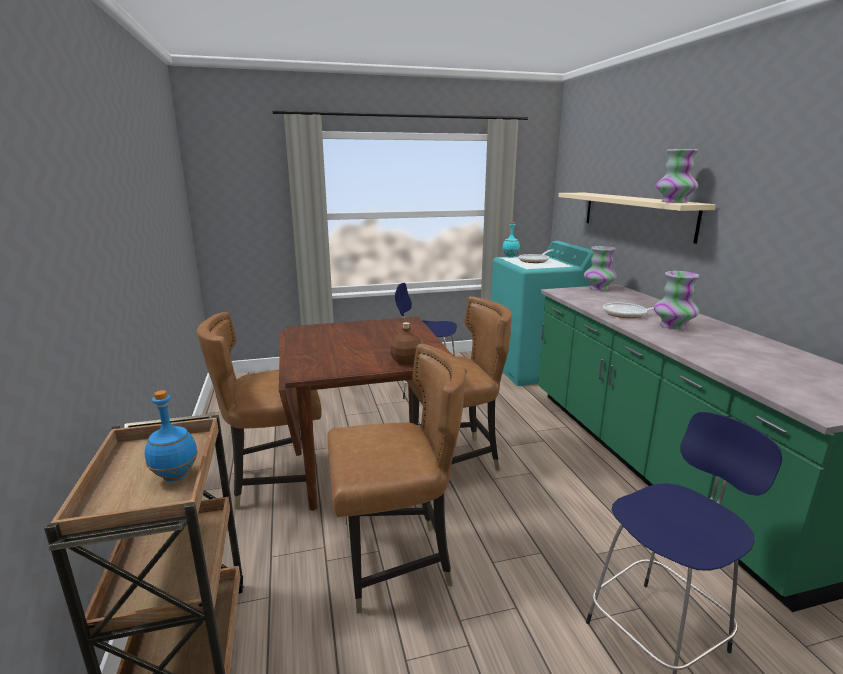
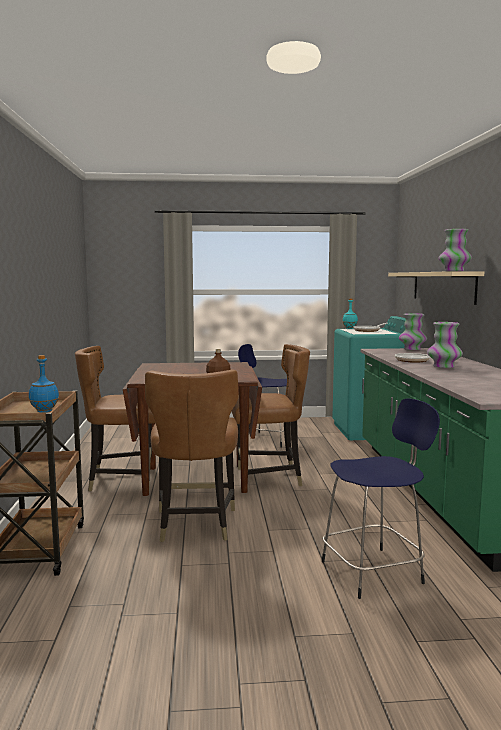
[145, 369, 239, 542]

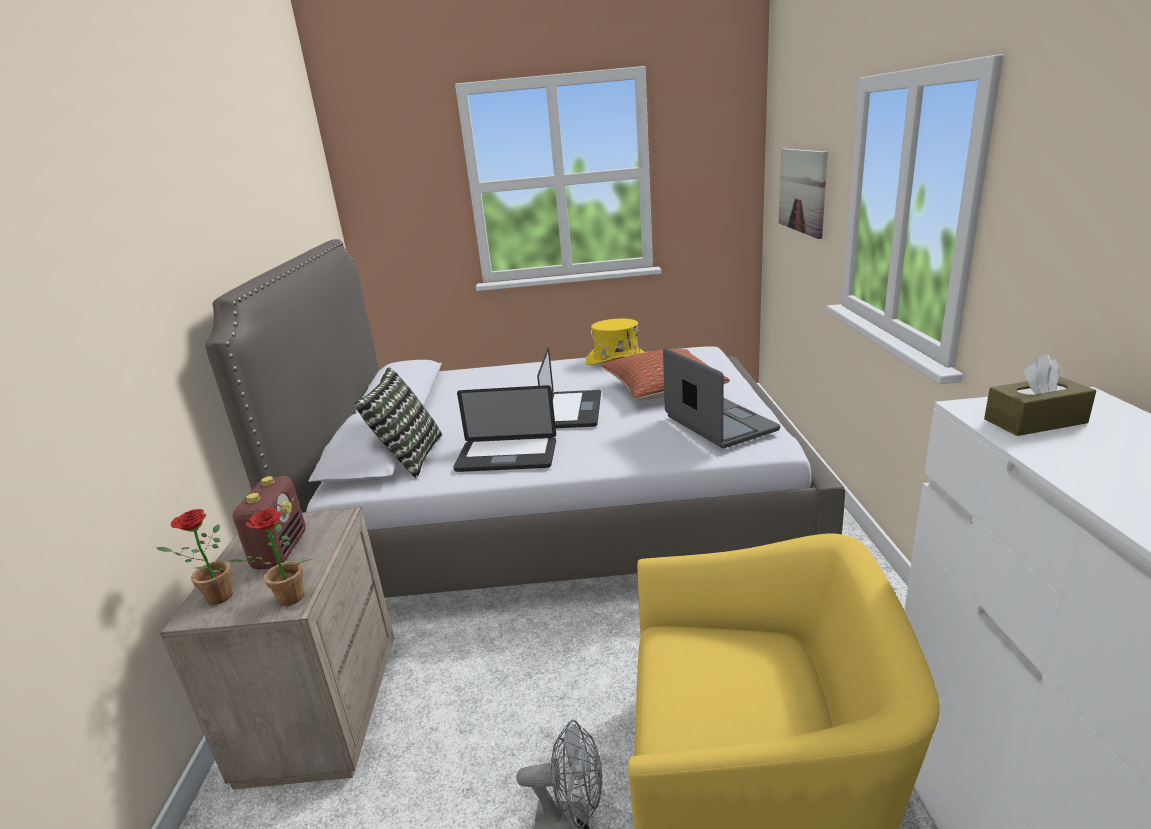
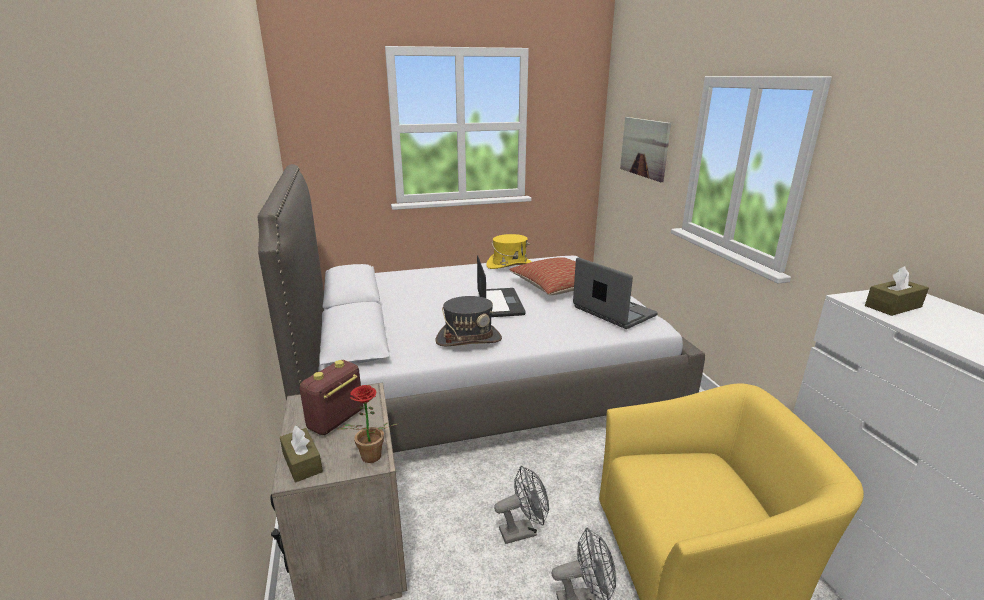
[280, 426, 323, 483]
[299, 360, 363, 435]
[435, 296, 502, 346]
[494, 466, 549, 544]
[354, 368, 442, 478] (first image)

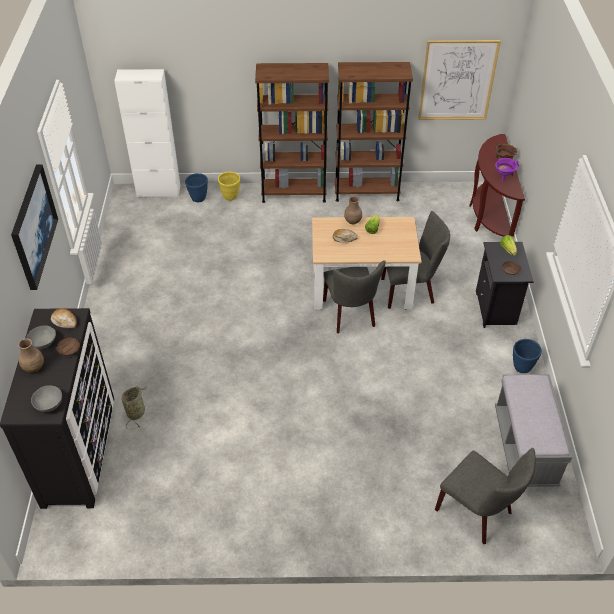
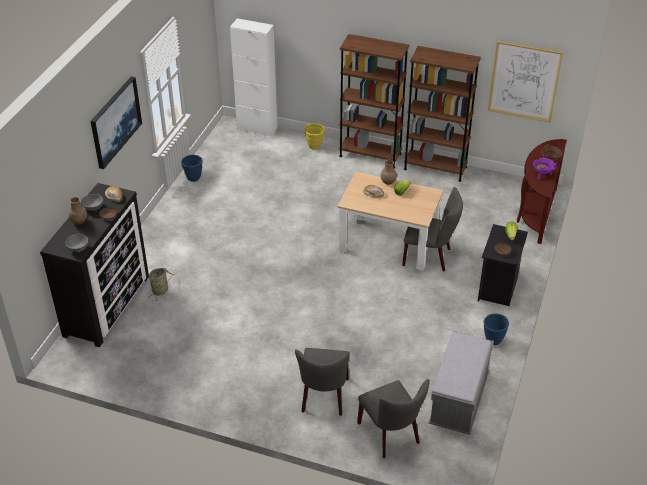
[181, 155, 203, 182]
[295, 348, 350, 416]

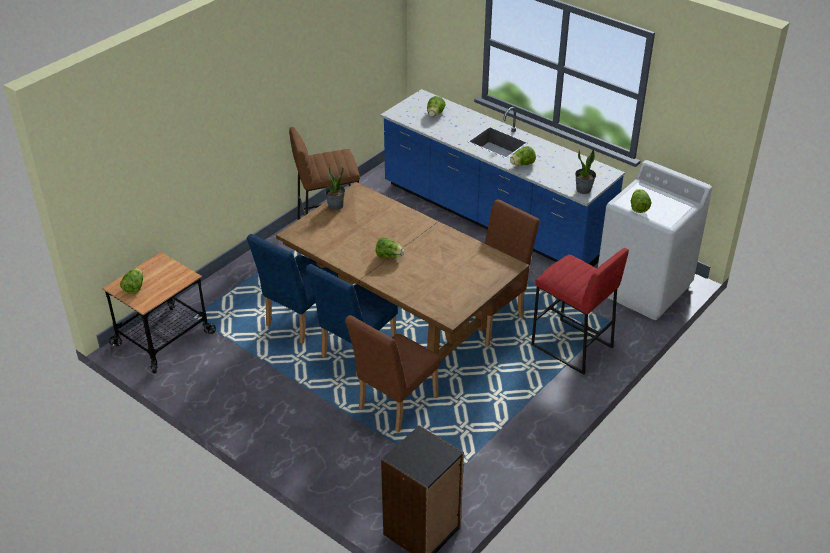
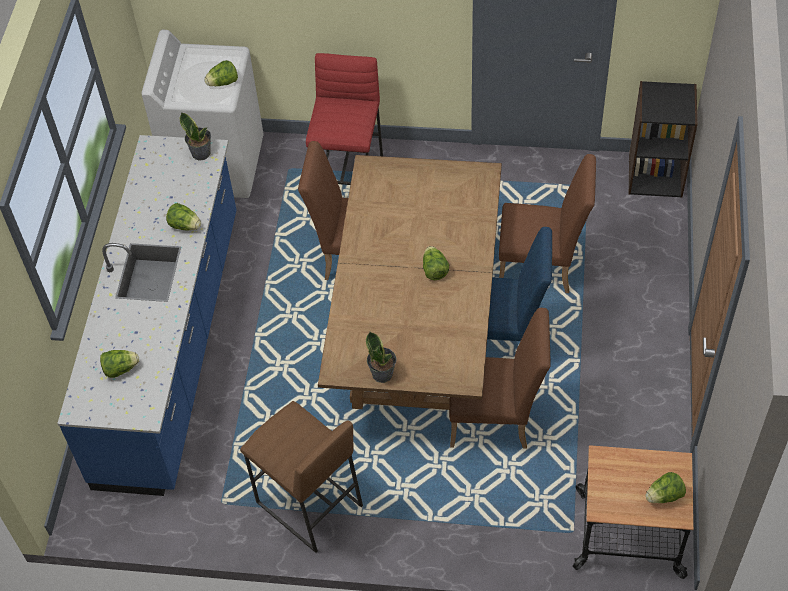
[449, 308, 551, 449]

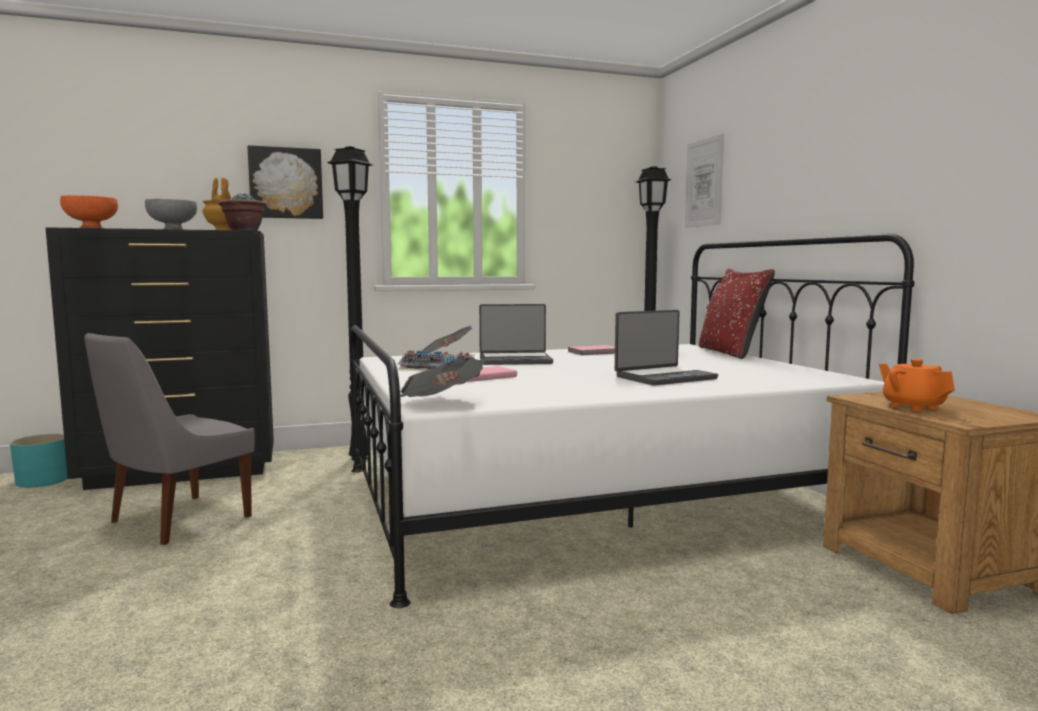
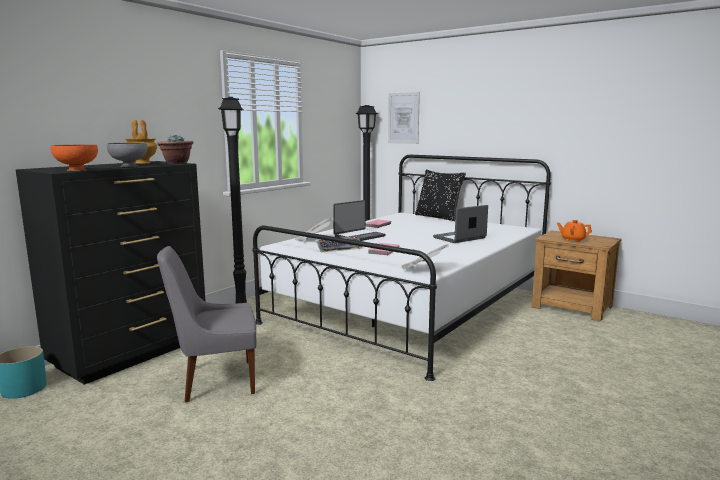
[157, 246, 257, 402]
[415, 170, 466, 221]
[433, 205, 488, 243]
[247, 145, 323, 219] (first image)

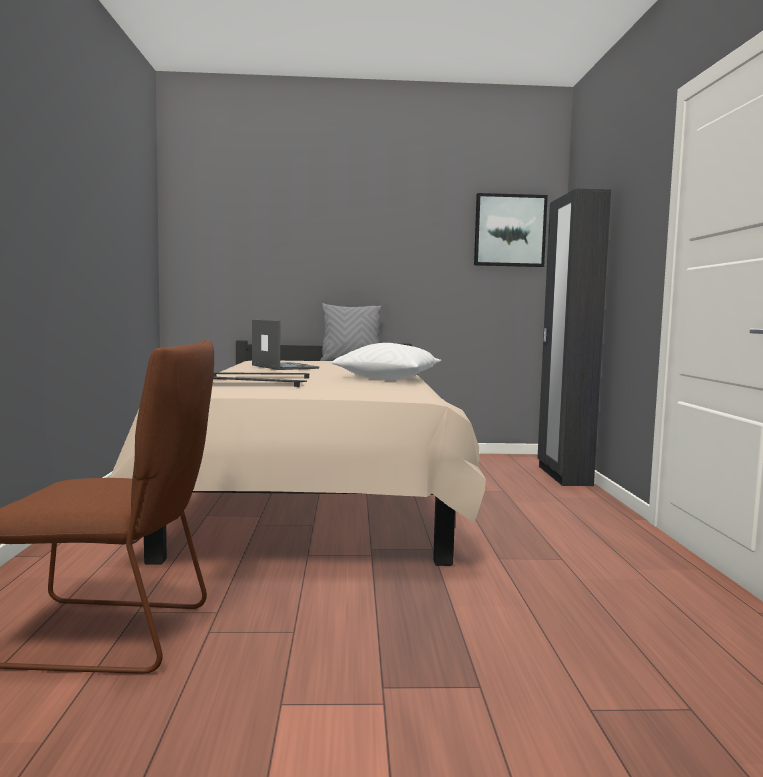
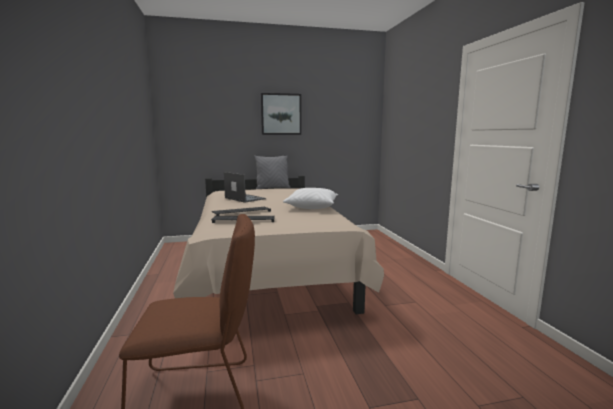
[261, 93, 301, 135]
[538, 189, 611, 486] (first image)

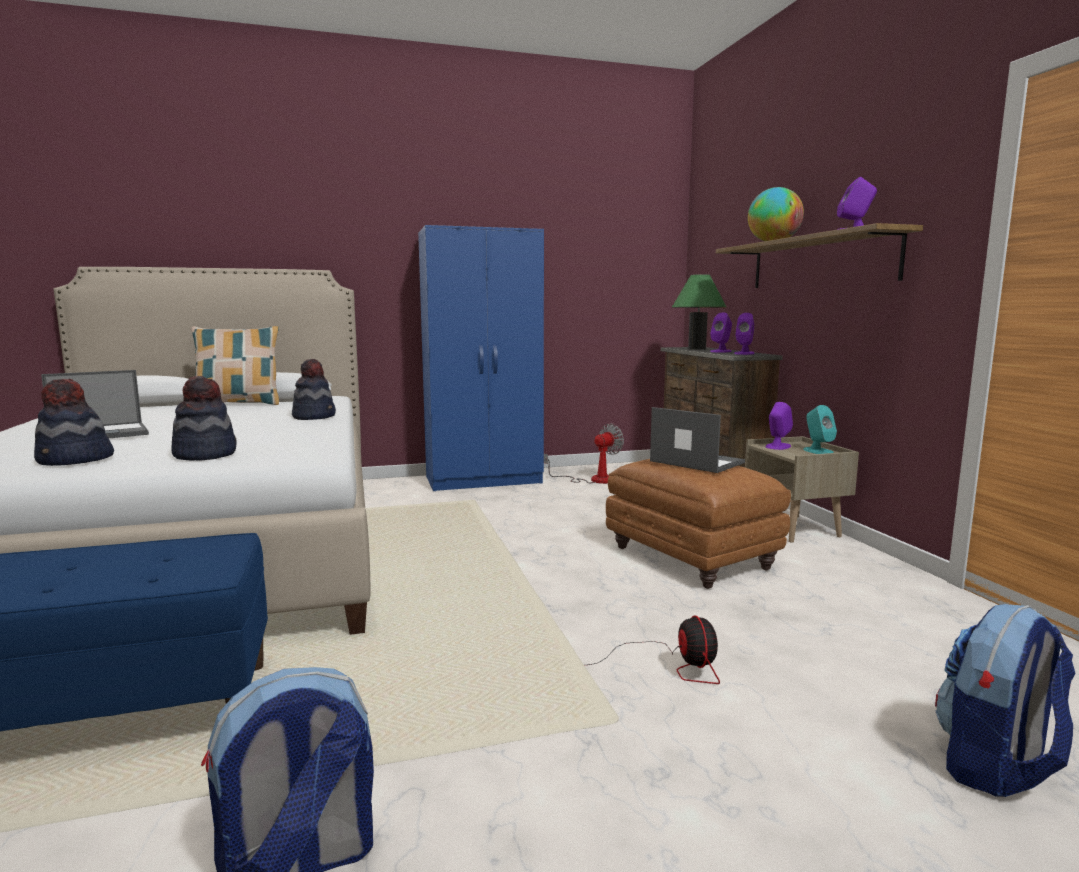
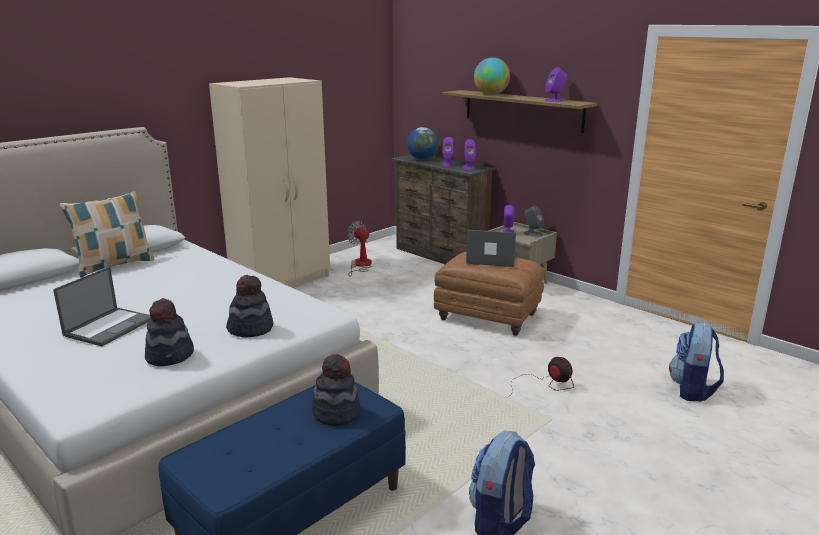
[209, 77, 330, 288]
[312, 354, 360, 426]
[347, 221, 372, 277]
[407, 127, 439, 160]
[524, 205, 544, 237]

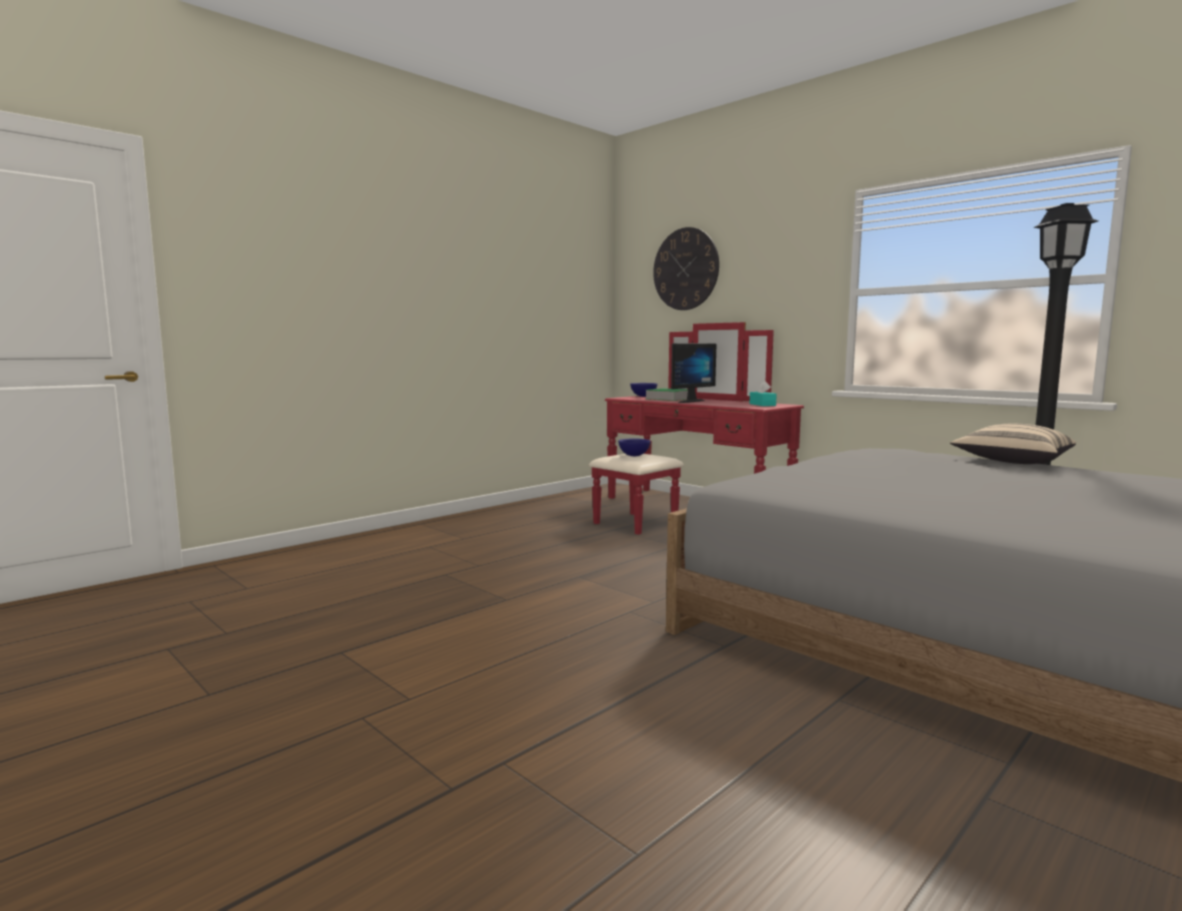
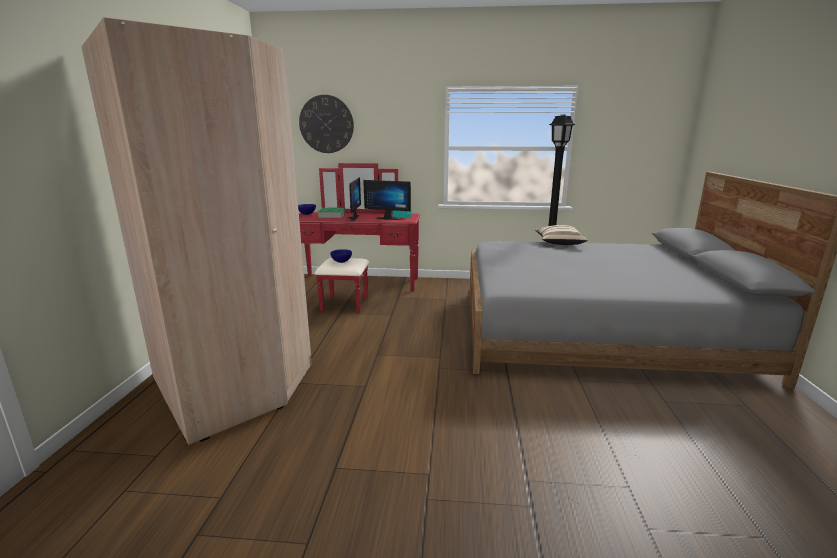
[81, 17, 312, 445]
[363, 180, 411, 220]

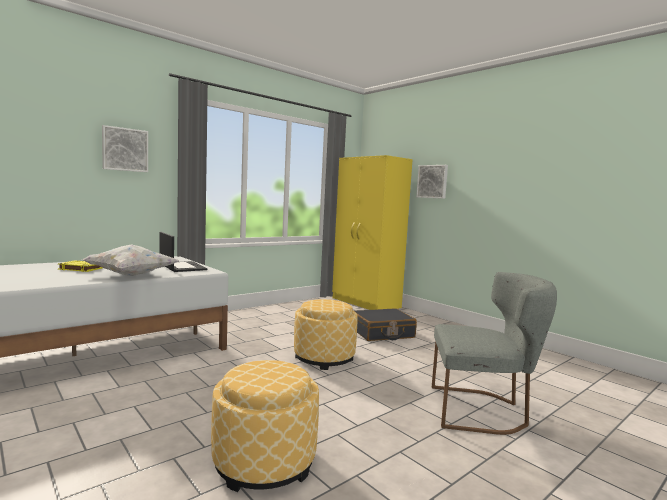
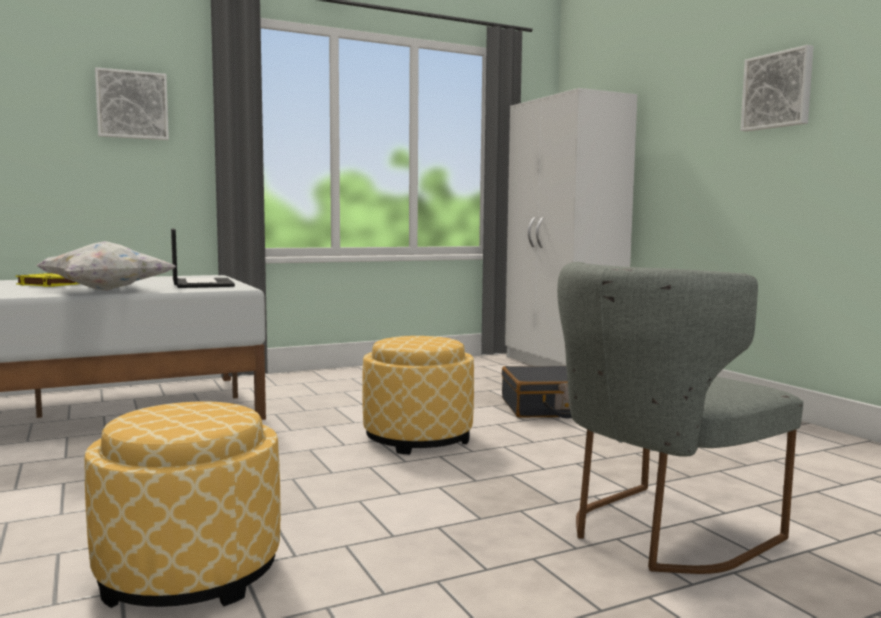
[505, 88, 637, 366]
[557, 262, 803, 574]
[740, 45, 814, 132]

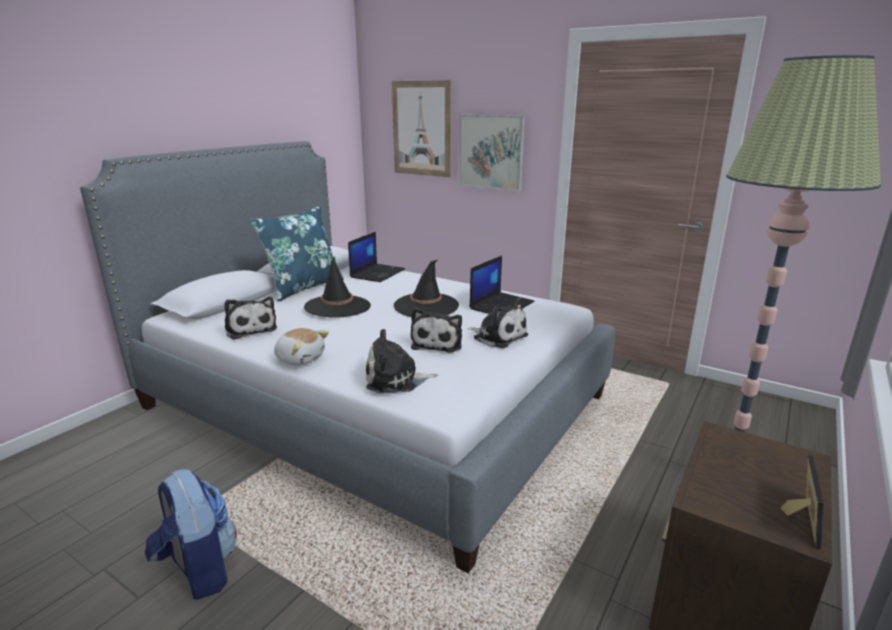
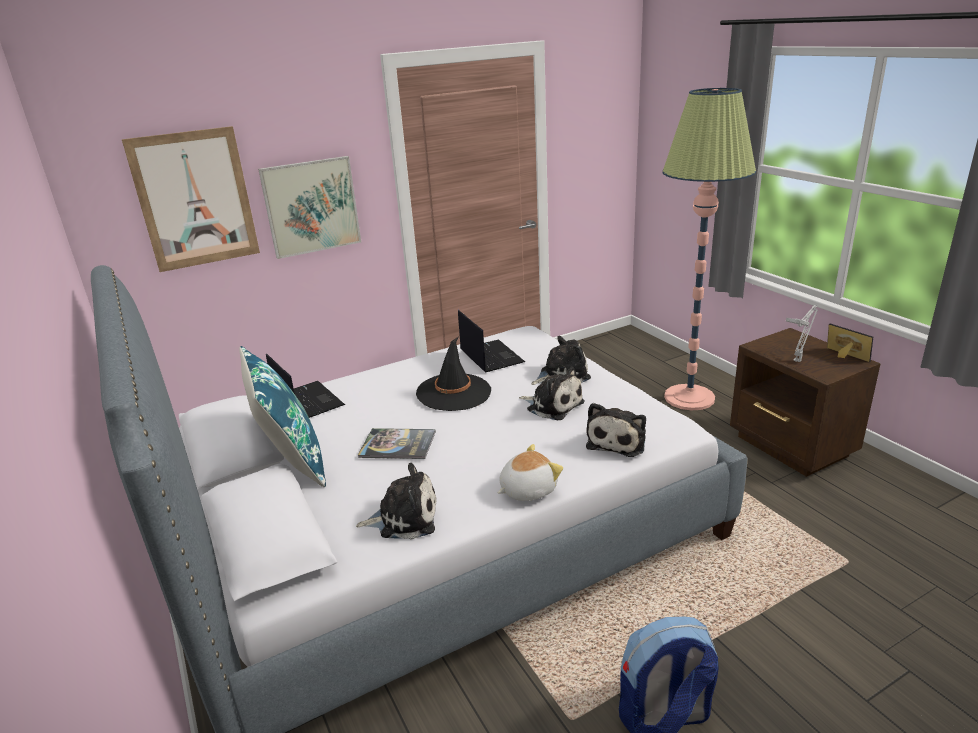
[358, 428, 436, 459]
[786, 305, 818, 362]

